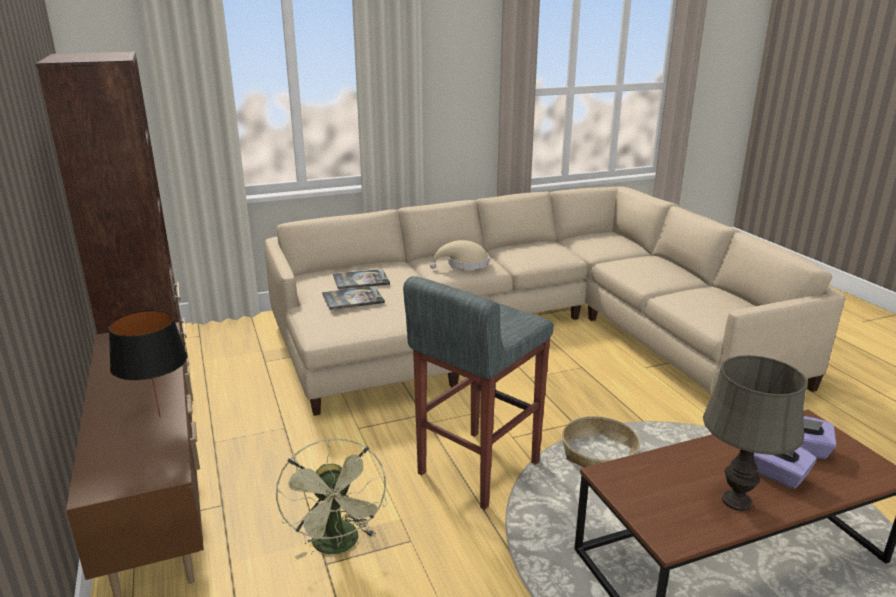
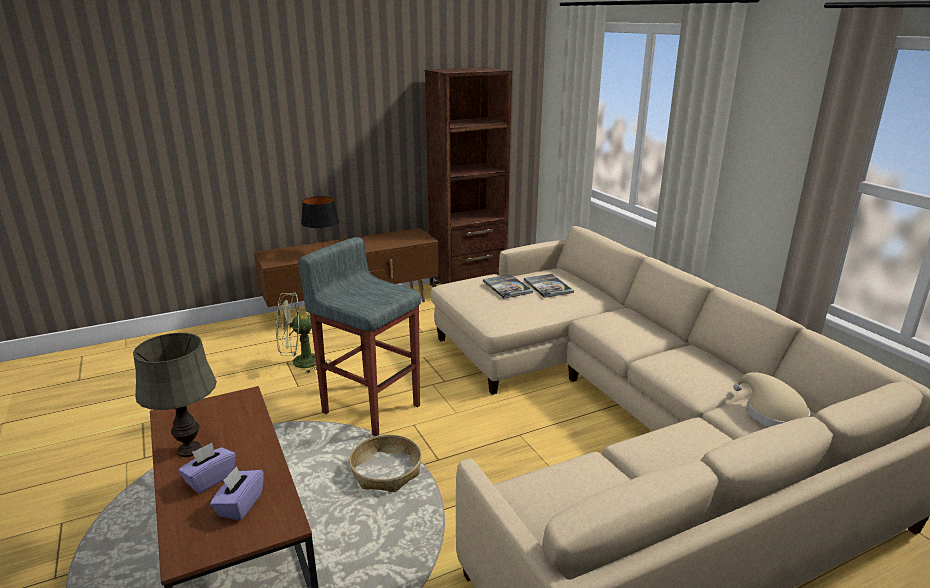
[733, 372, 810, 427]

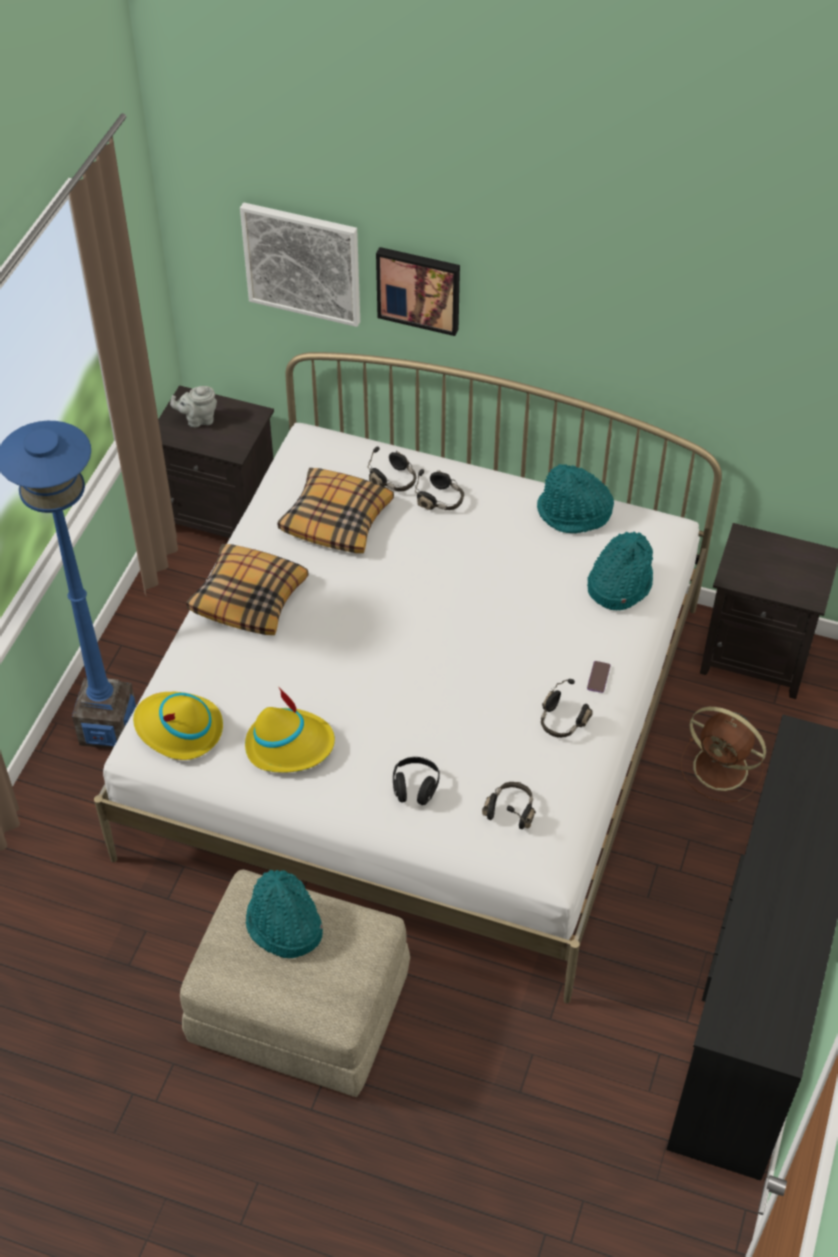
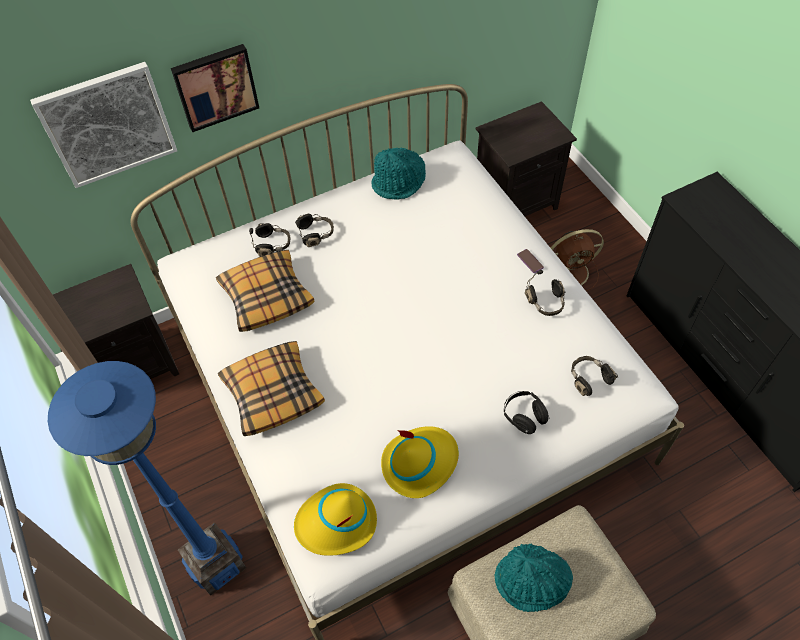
[170, 386, 217, 428] (first image)
[587, 531, 653, 610] (first image)

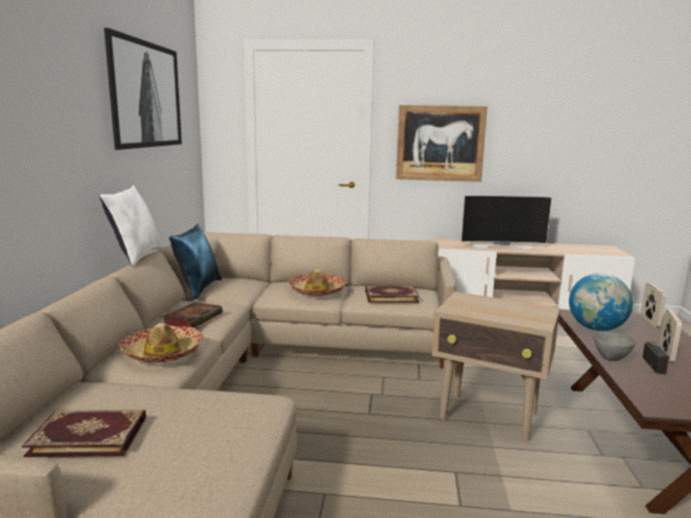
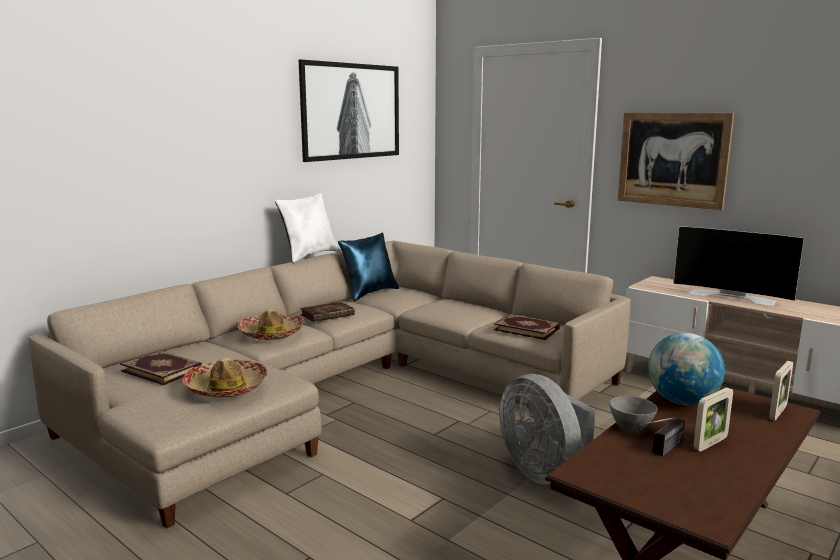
[183, 357, 267, 397]
[499, 374, 595, 484]

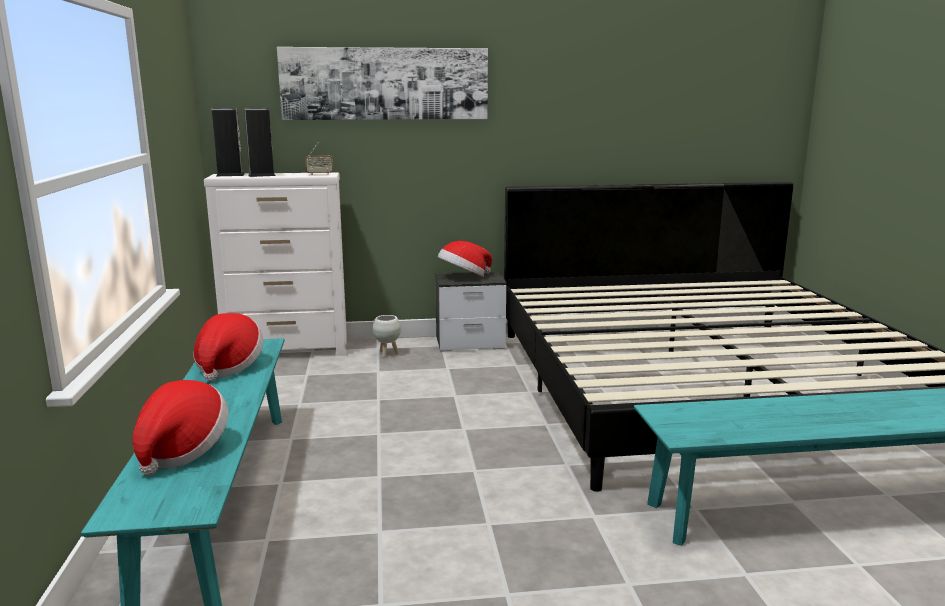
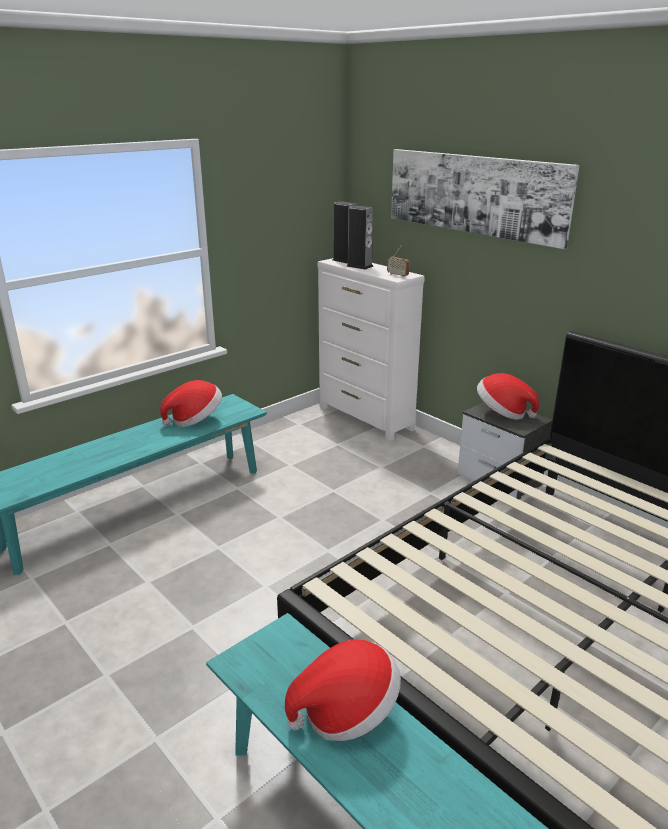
[285, 639, 401, 741]
[373, 315, 401, 358] (first image)

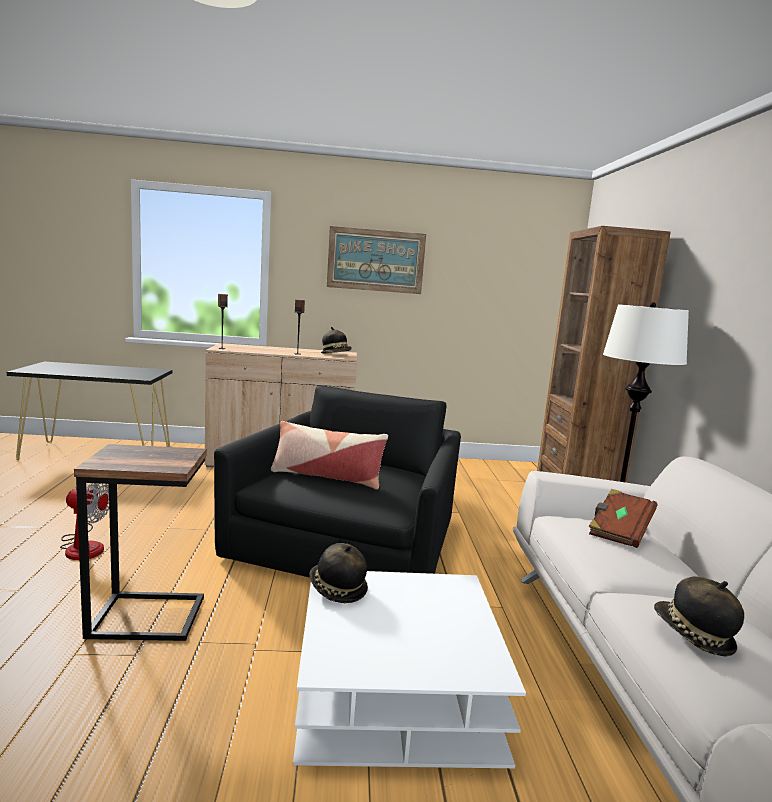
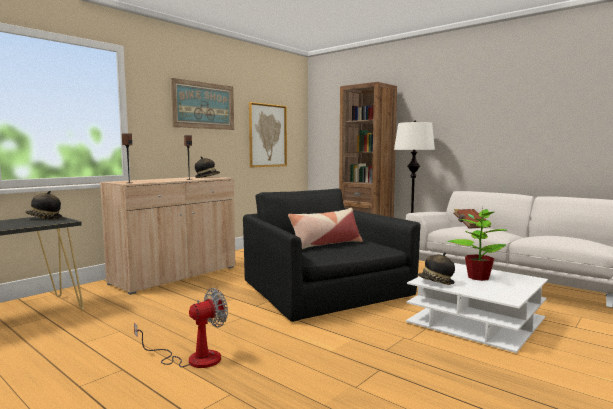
[25, 191, 62, 219]
[249, 102, 287, 167]
[447, 207, 508, 281]
[74, 444, 207, 641] (first image)

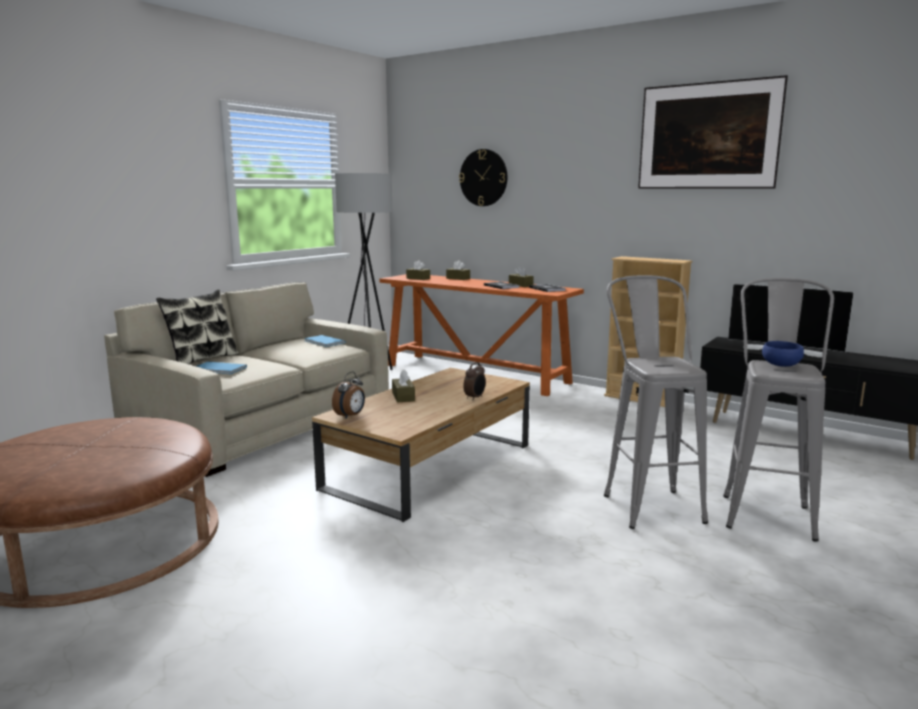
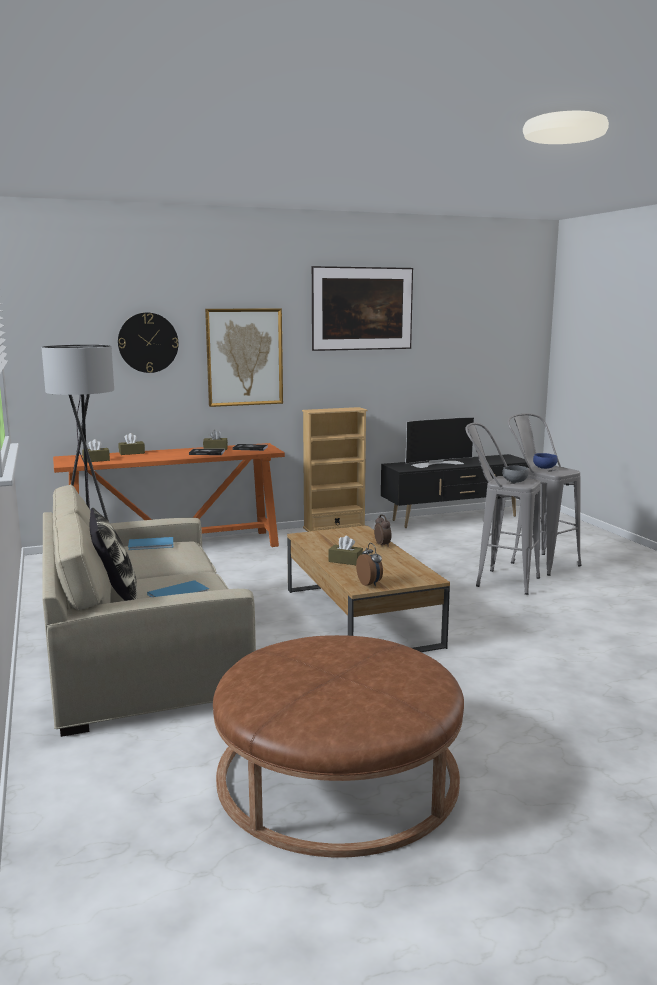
[205, 309, 283, 407]
[502, 466, 528, 483]

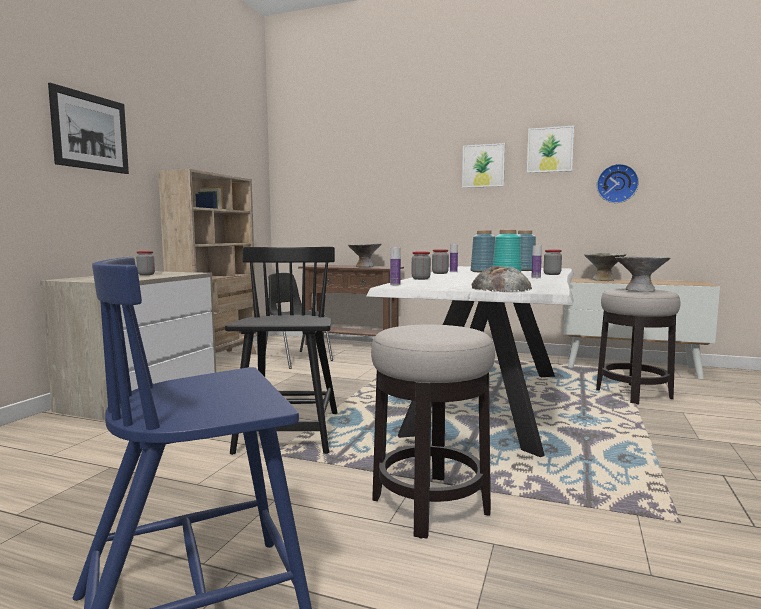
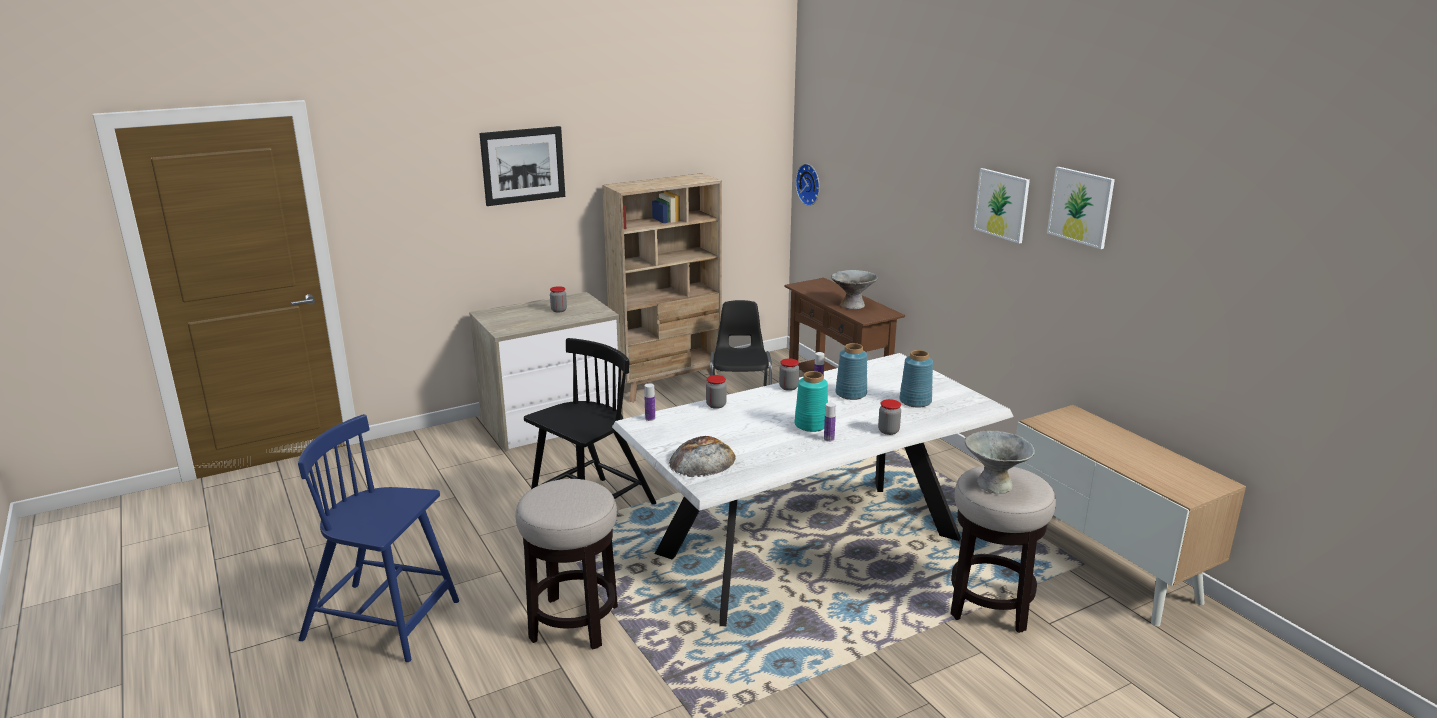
[795, 164, 820, 206]
[584, 253, 626, 281] (first image)

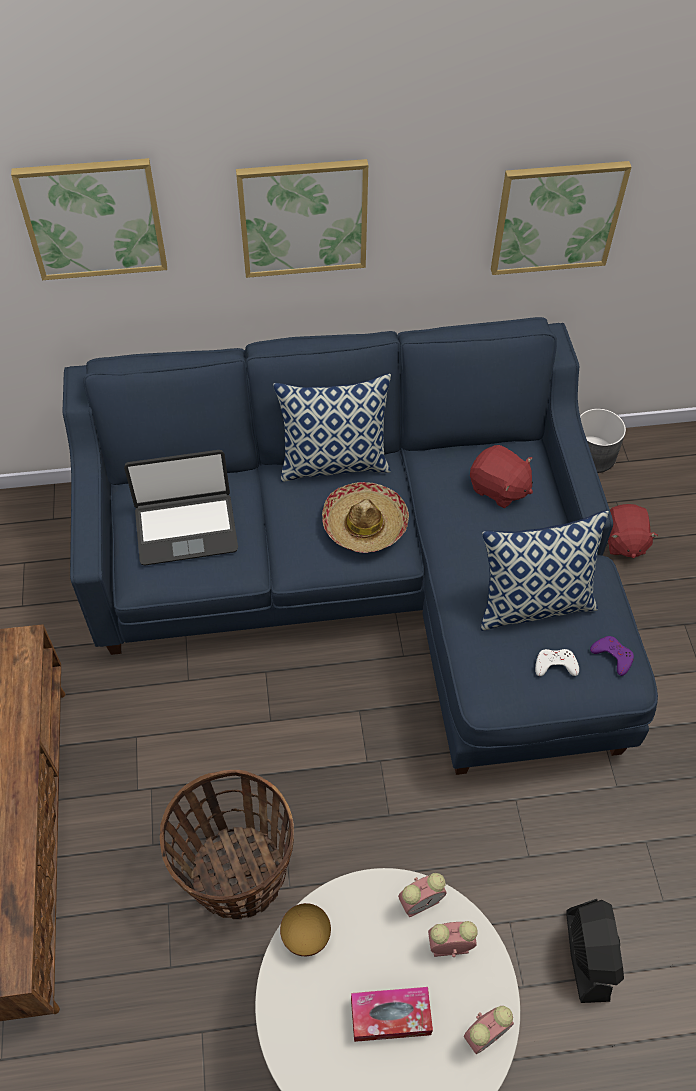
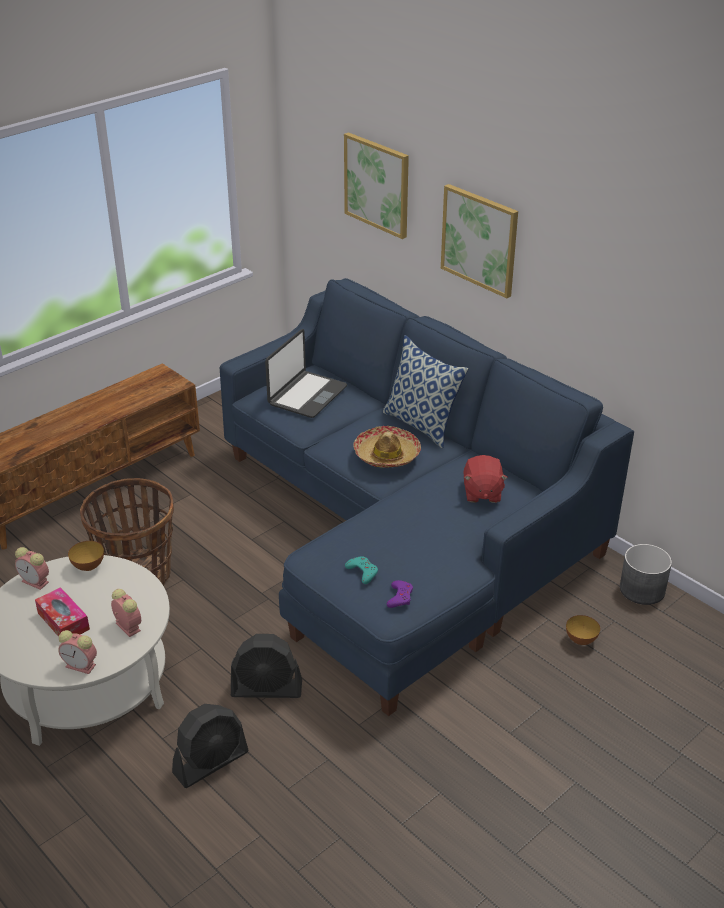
[15, 547, 49, 590]
[231, 634, 302, 698]
[265, 329, 347, 418]
[345, 556, 378, 584]
[566, 615, 600, 645]
[481, 510, 609, 631] (first image)
[491, 161, 631, 275] (first image)

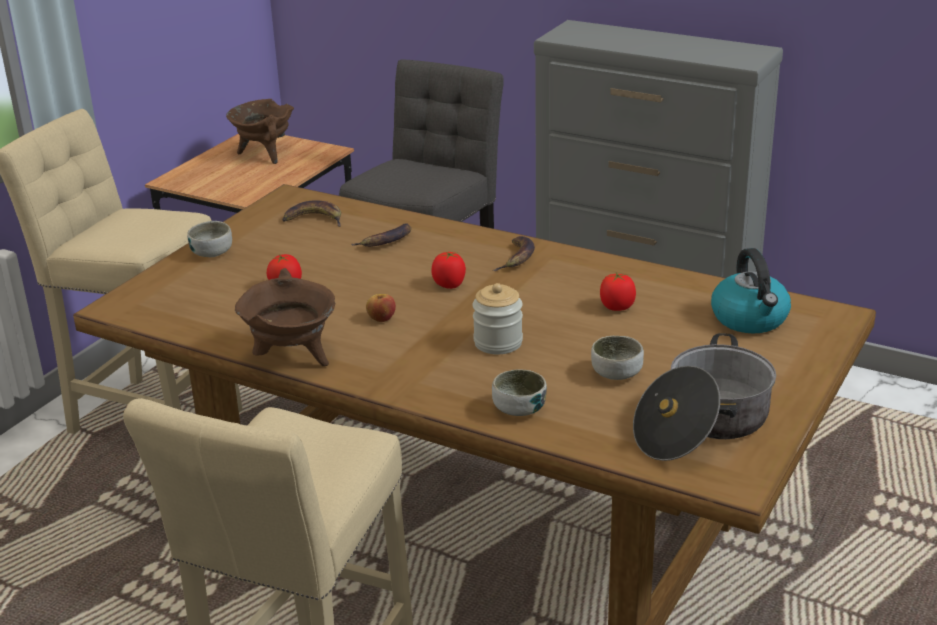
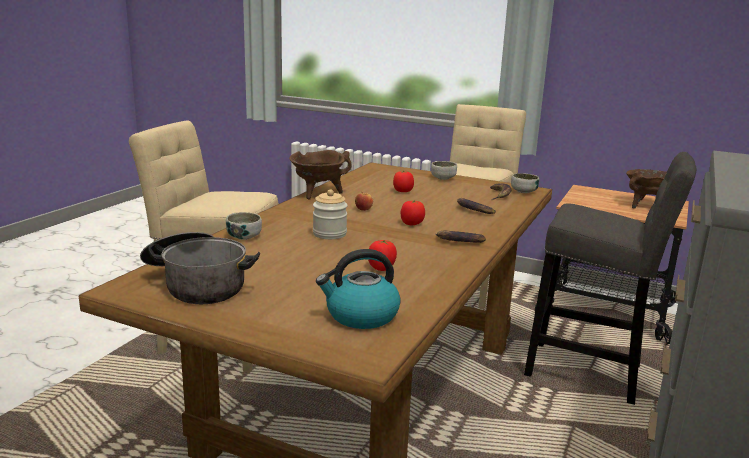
[511, 173, 539, 193]

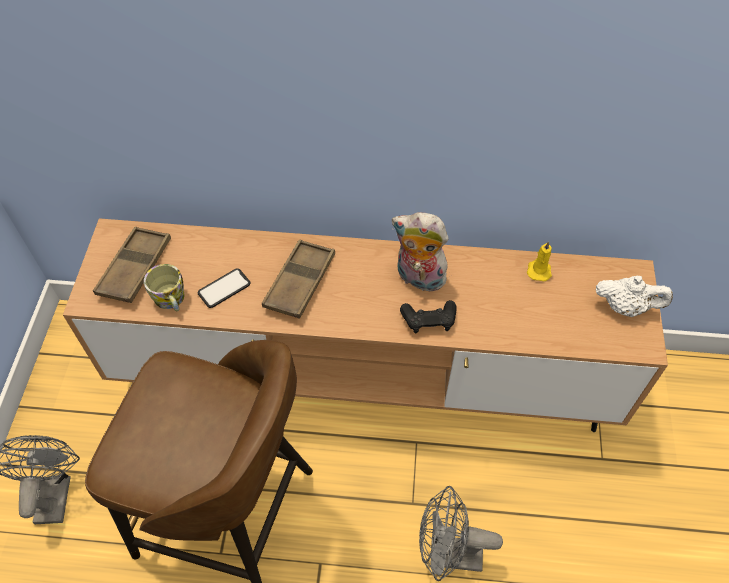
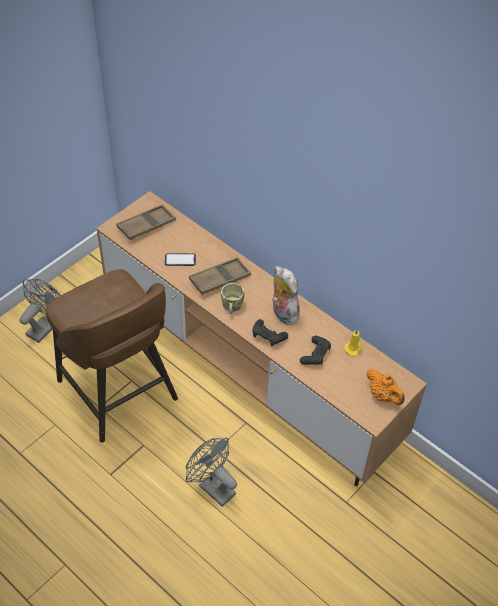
[221, 283, 244, 314]
[300, 336, 331, 365]
[367, 369, 405, 405]

